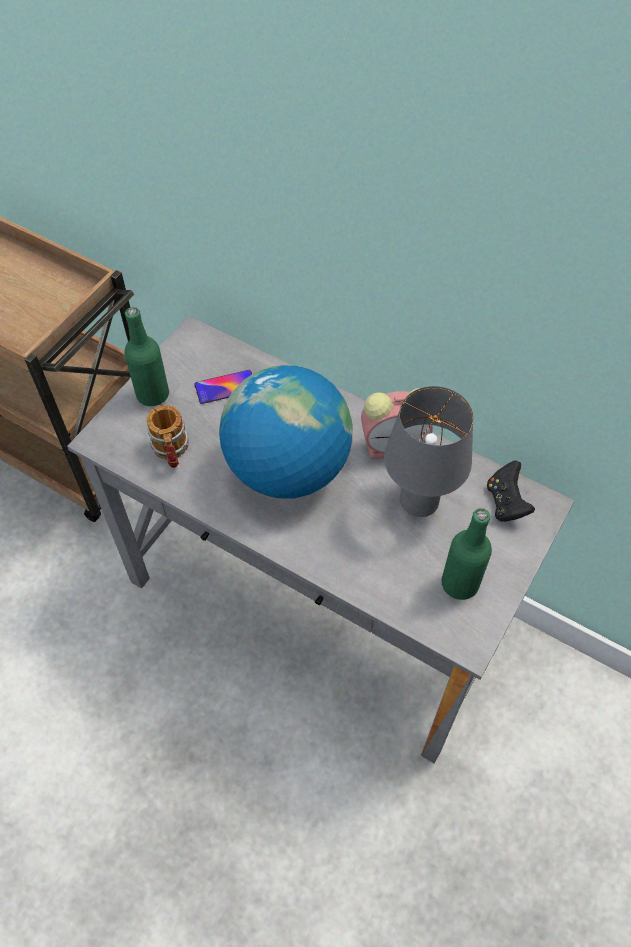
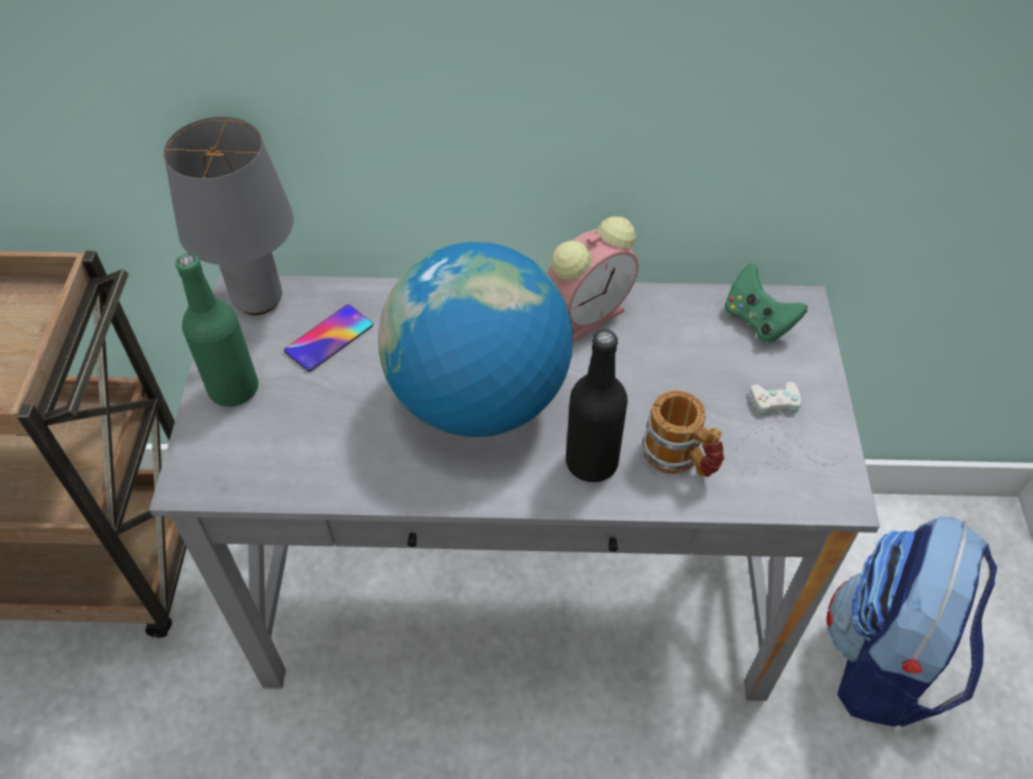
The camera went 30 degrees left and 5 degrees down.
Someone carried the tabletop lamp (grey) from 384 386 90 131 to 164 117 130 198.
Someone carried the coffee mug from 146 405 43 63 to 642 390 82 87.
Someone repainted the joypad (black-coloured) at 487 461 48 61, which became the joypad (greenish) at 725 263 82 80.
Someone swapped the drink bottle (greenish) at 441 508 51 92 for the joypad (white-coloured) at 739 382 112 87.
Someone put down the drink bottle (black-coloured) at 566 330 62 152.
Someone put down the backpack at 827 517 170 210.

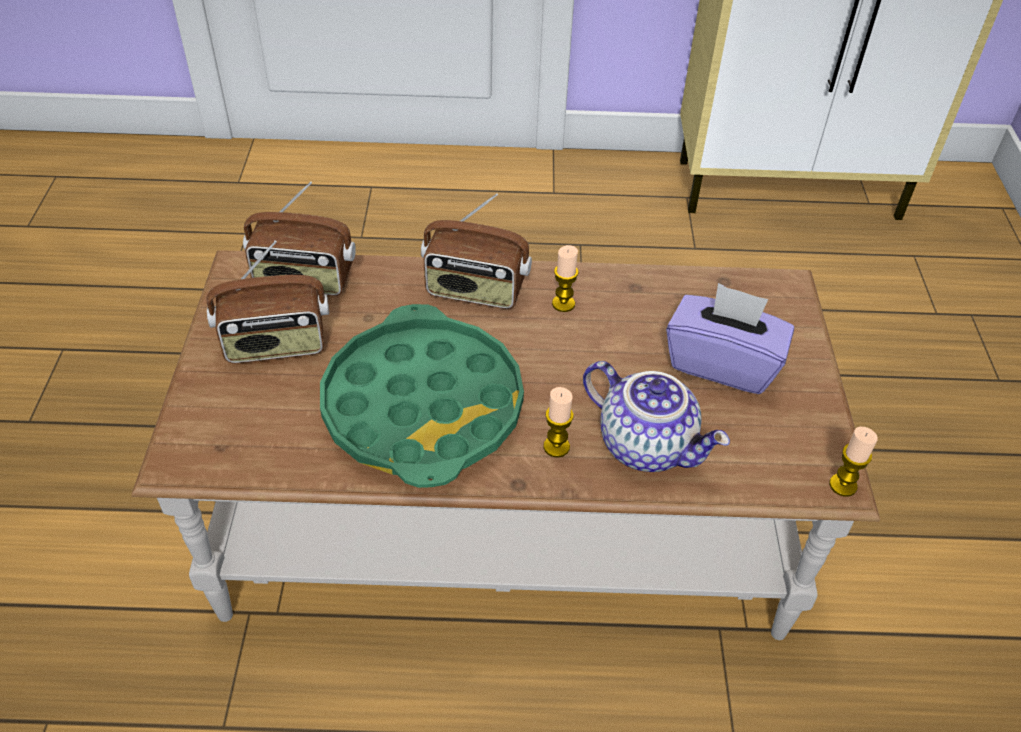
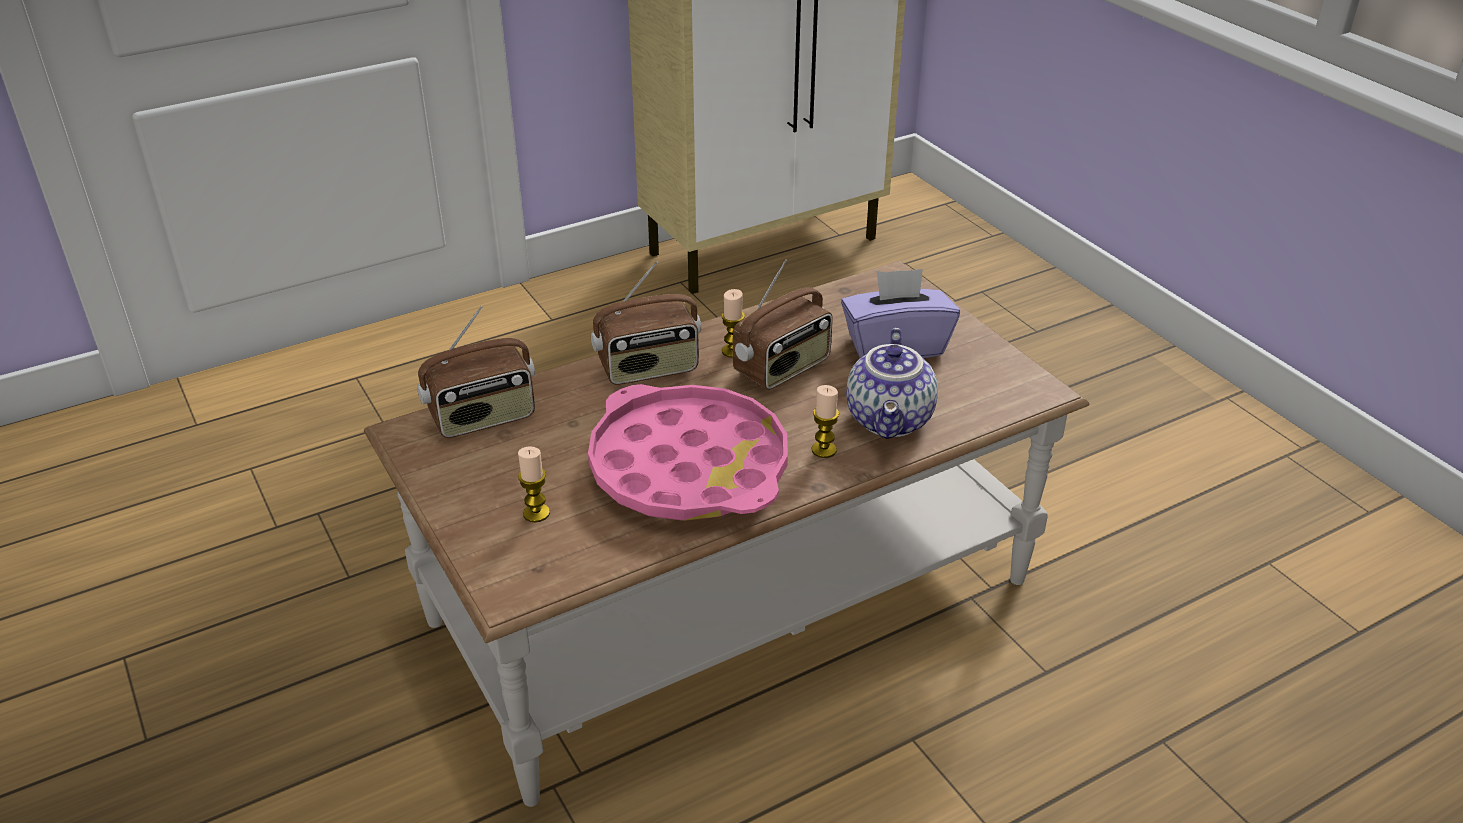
The camera went 30 degrees left and 10 degrees down.
Someone carried the radio from 207 240 122 123 to 733 259 99 131.
Someone repainted the tray (greenish) at 320 304 204 184, which became the tray (pinkish) at 588 384 200 137.
Someone rotated the teapot at 583 361 147 111 by 90 degrees clockwise.
Someone carried the wax candle from 829 427 49 70 to 518 446 32 77.

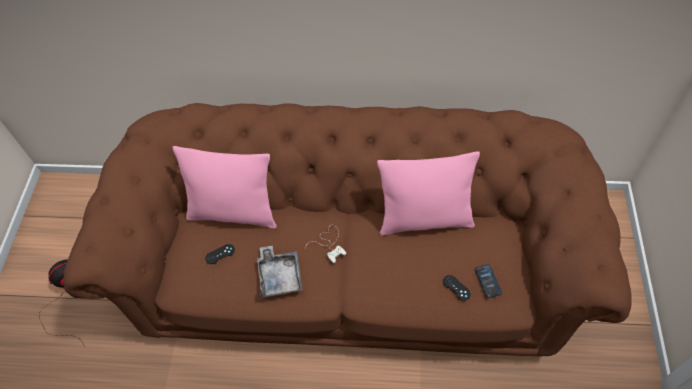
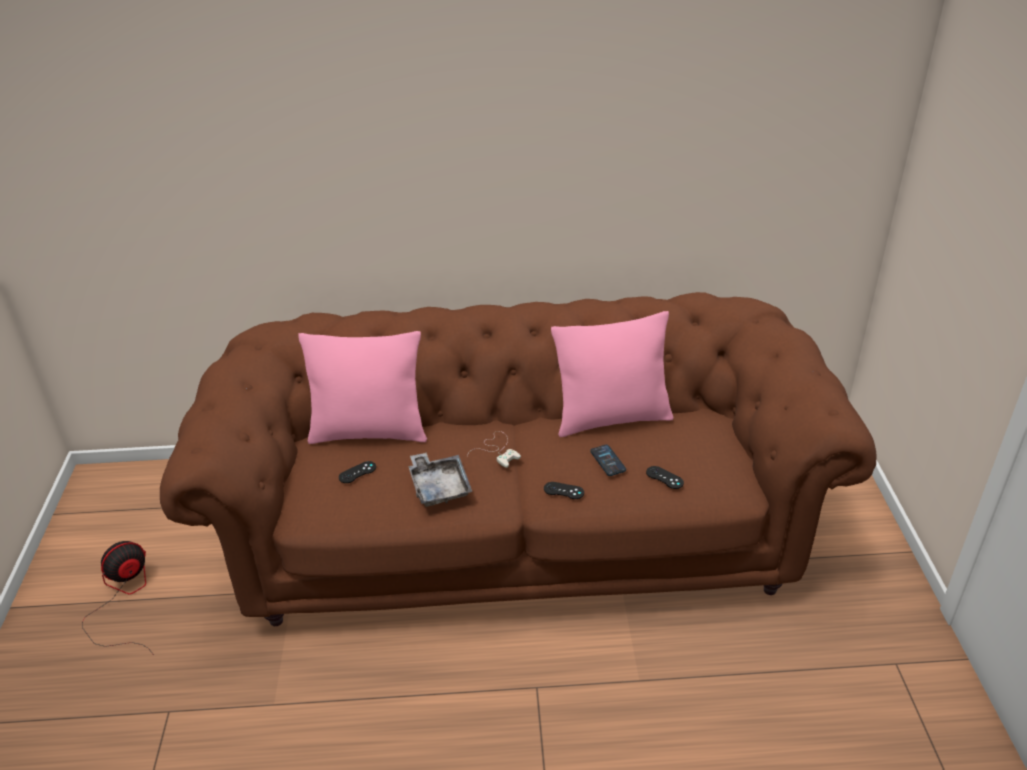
The camera went 10 degrees left and 20 degrees down.
Someone carried the phone from 475 264 27 34 to 590 445 36 31.
Someone put down the joypad (black-coloured) at 544 482 40 17.

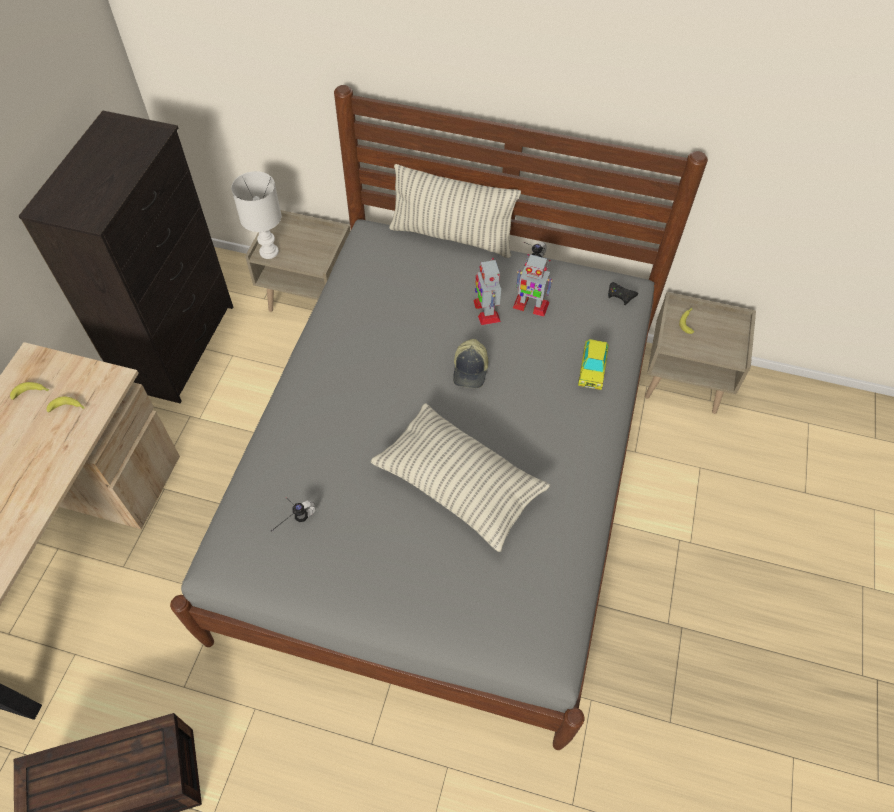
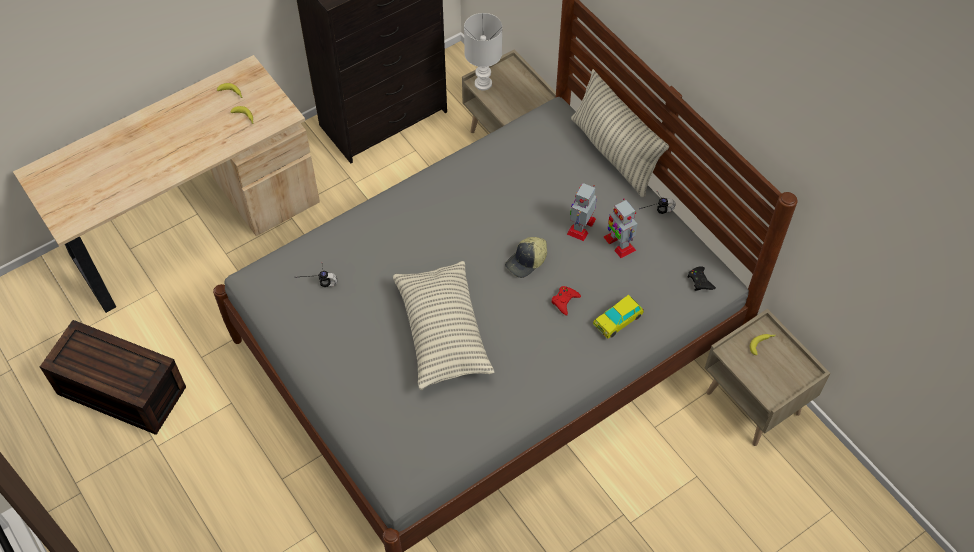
The camera went 40 degrees right and 0 degrees up.
Someone put down the joypad (red-coloured) at 551 286 30 30.

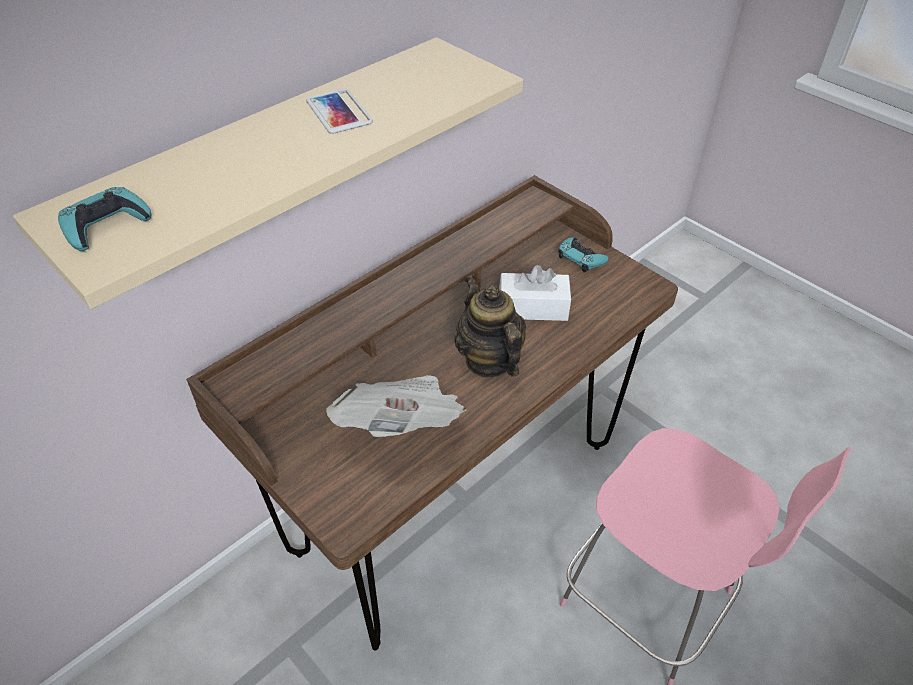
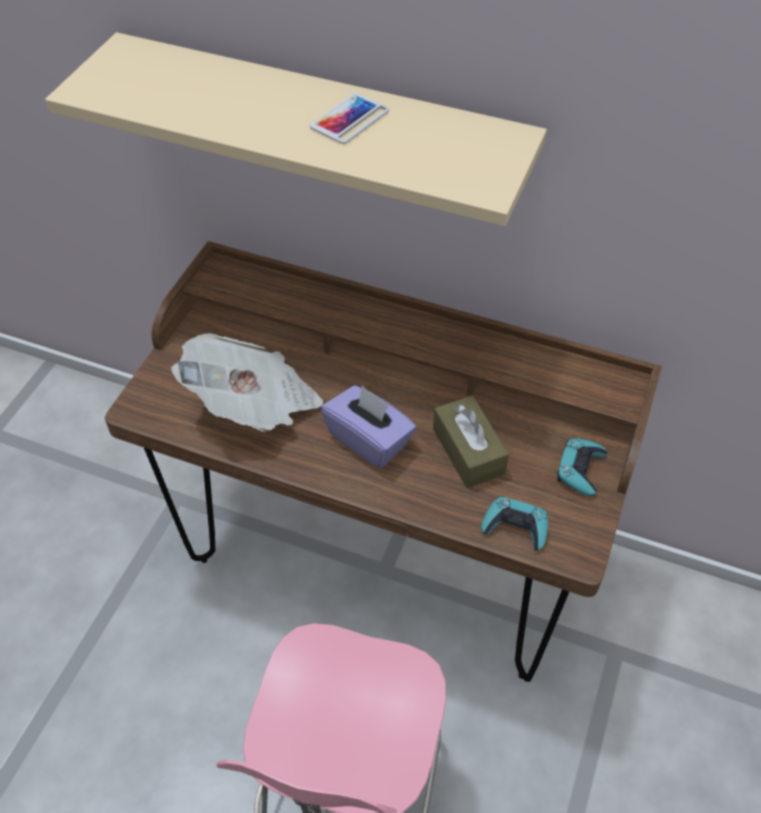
The camera went 65 degrees right and 5 degrees up.
Someone carried the joypad (turquoise) from 58 187 93 64 to 481 496 67 55.
Someone repainted the tissue holder (white-coloured) at 499 265 72 56, which became the tissue holder (brown-coloured) at 433 396 76 92.
Someone swapped the teapot at 454 275 72 103 for the tissue holder (purplish) at 321 385 95 84.

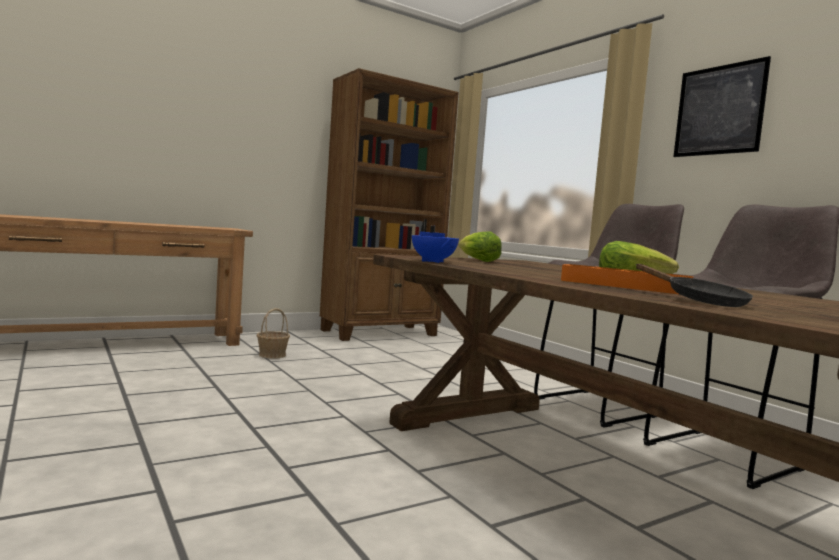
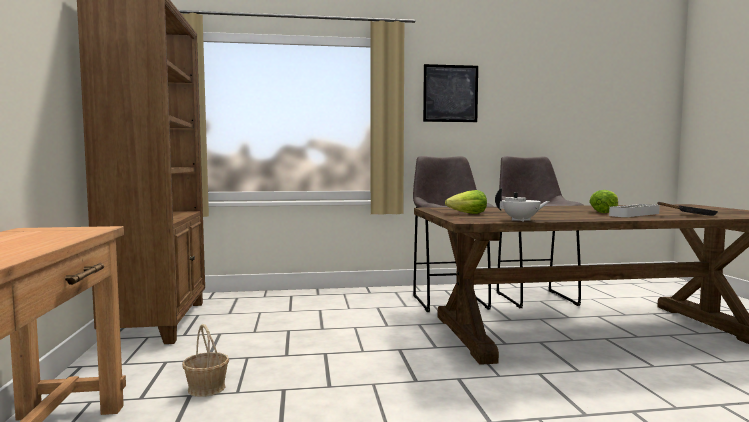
The camera went 65 degrees left and 0 degrees up.
Someone repainted the teapot (bluish) at 412 219 47 44, which became the teapot (white-coloured) at 495 188 55 34.
Someone repainted the tray (orange-coloured) at 561 264 132 30, which became the tray (grey) at 609 204 51 13.

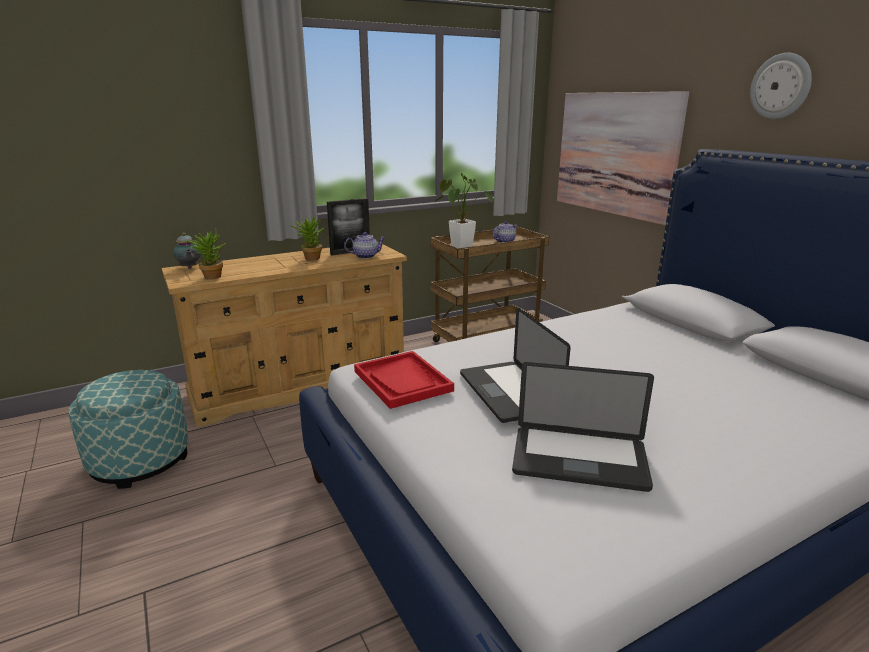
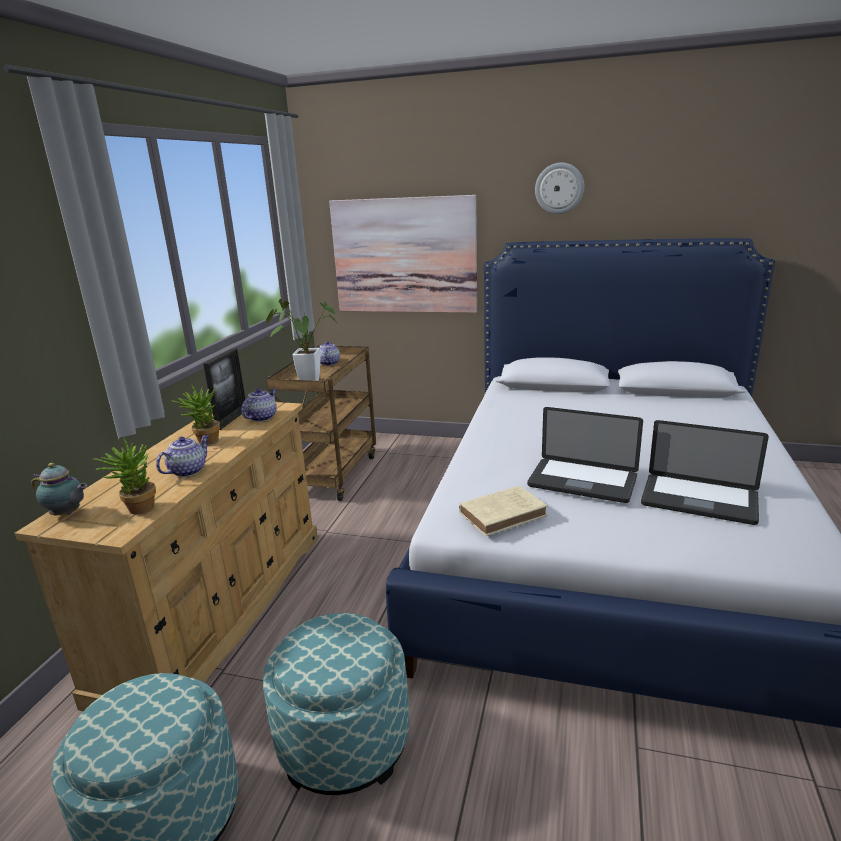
The camera went 45 degrees left and 0 degrees up.
Someone swapped the tray (red-coloured) at 354 351 100 58 for the bound book (beige) at 459 486 89 50.
Someone rotated the laptop at 512 362 142 130 by 60 degrees clockwise.
Someone put down the teapot at 156 435 53 42.
Someone put down the footrest at 263 613 146 182.

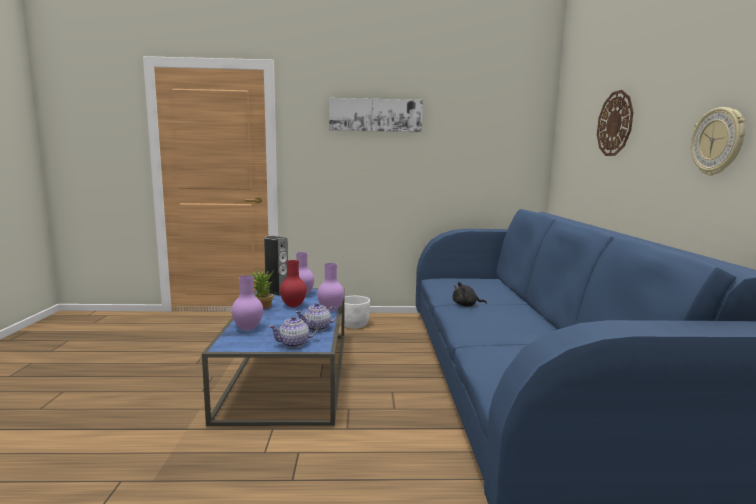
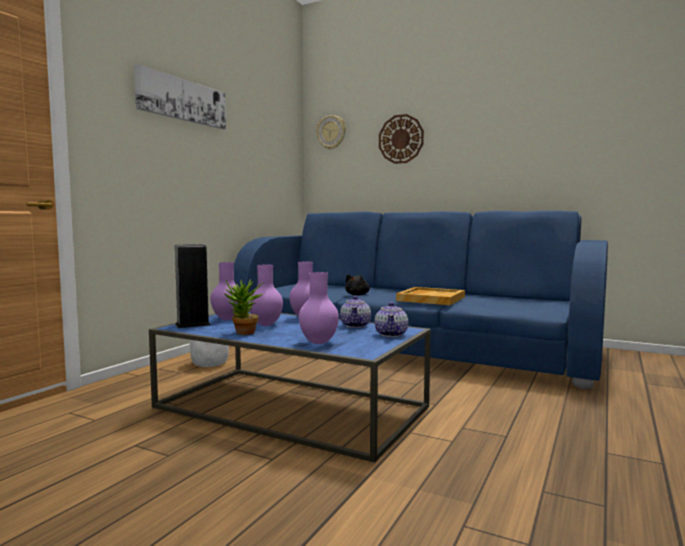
The camera went 60 degrees left and 5 degrees down.
Someone carried the clock on the wall from 691 107 54 69 to 316 115 30 35.
Someone repainted the decorative vase (red-coloured) at 280 260 27 47, which became the decorative vase (purplish) at 248 265 35 61.
Someone put down the tray (beige) at 396 287 69 18.

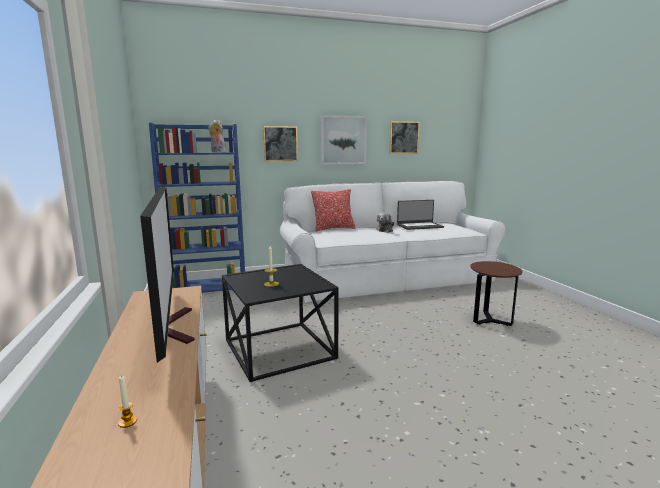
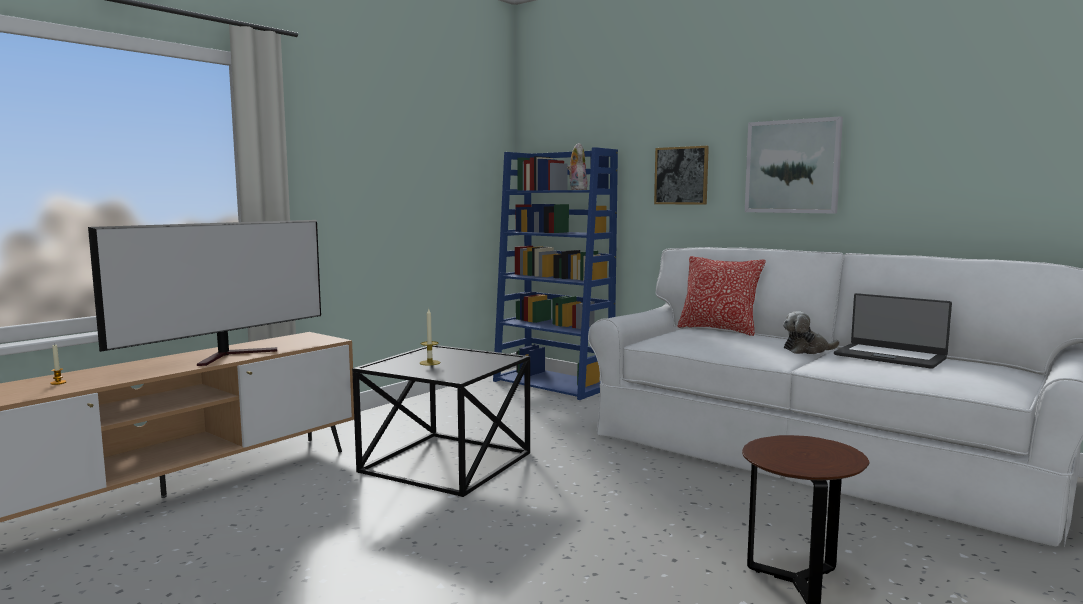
The camera went 55 degrees right and 5 degrees down.
Someone took away the wall art at 389 121 31 33.

